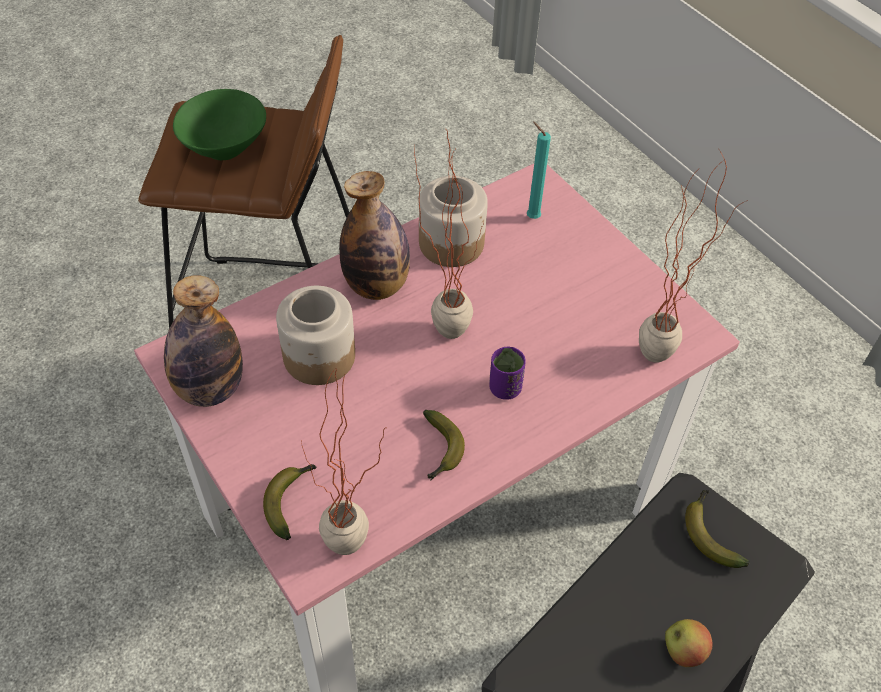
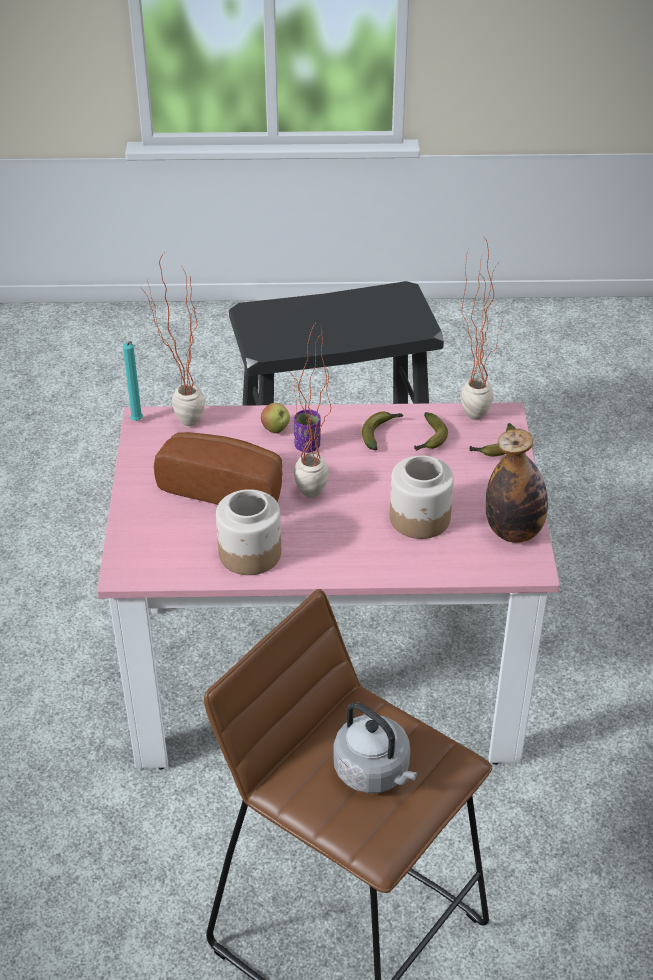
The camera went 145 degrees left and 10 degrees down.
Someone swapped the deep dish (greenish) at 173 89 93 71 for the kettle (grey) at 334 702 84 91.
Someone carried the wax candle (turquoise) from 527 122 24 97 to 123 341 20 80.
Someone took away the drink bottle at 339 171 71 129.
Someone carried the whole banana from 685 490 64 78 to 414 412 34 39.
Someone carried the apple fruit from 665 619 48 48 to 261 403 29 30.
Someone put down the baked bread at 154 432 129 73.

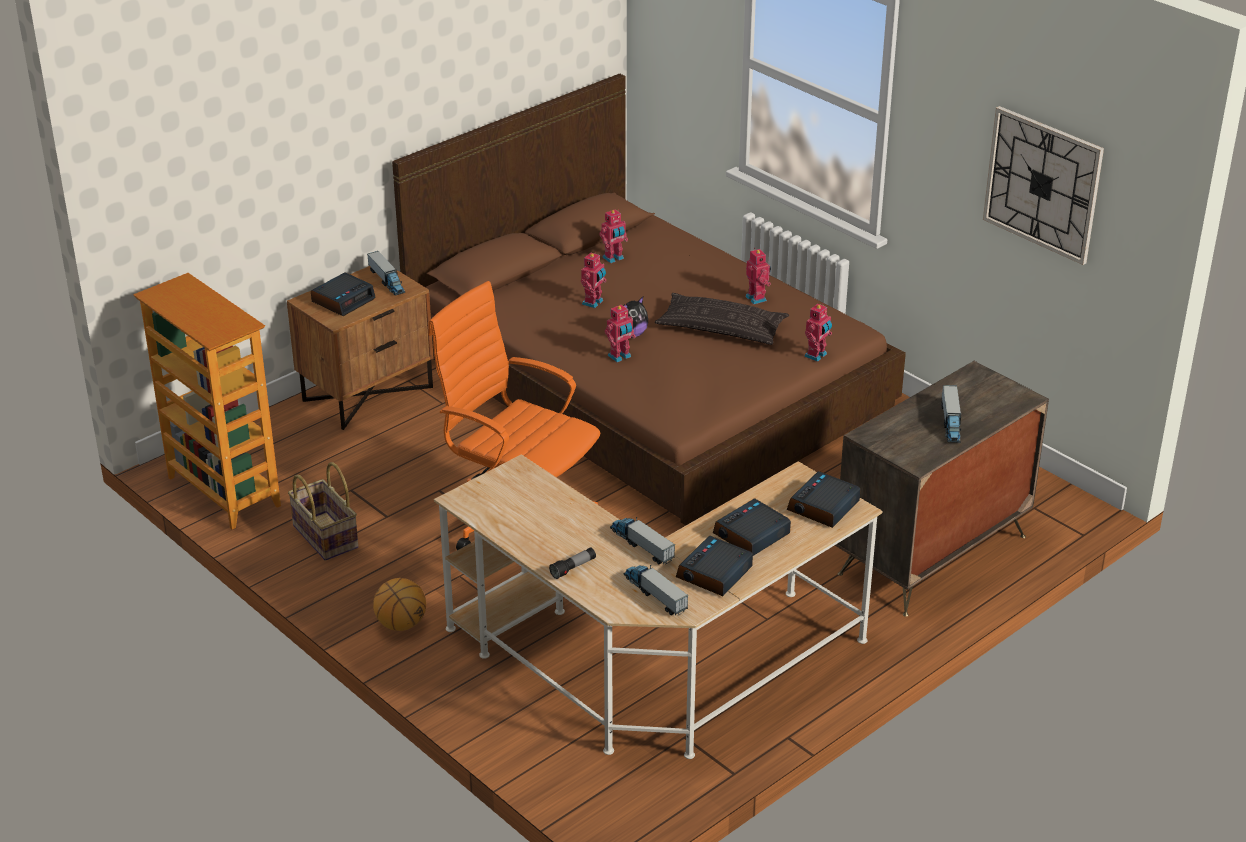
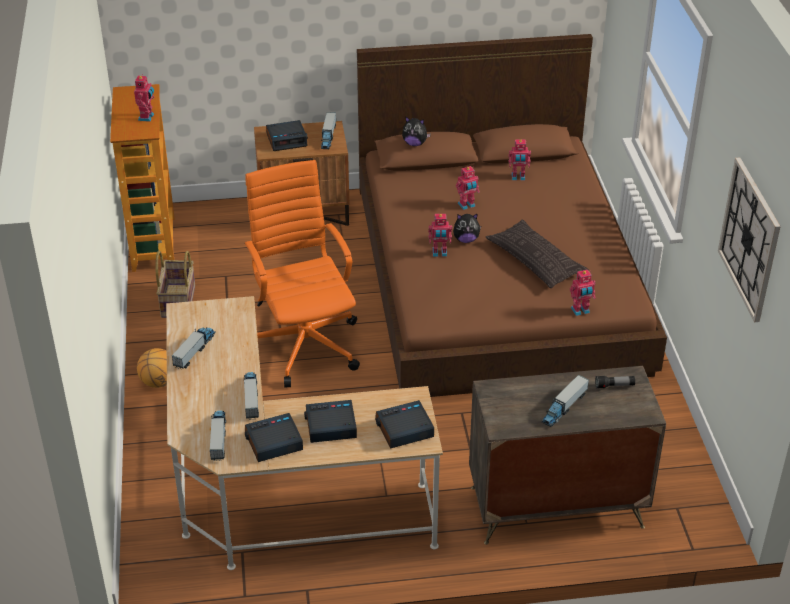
The camera went 35 degrees right and 5 degrees up.
Someone carried the robot figure from 745 248 26 56 to 134 74 20 48.
Someone carried the torch from 549 547 47 32 to 595 376 40 12.
Someone put down the cuddly toy at 402 117 29 29.
Someone put down the toy lorry at 172 328 44 41.

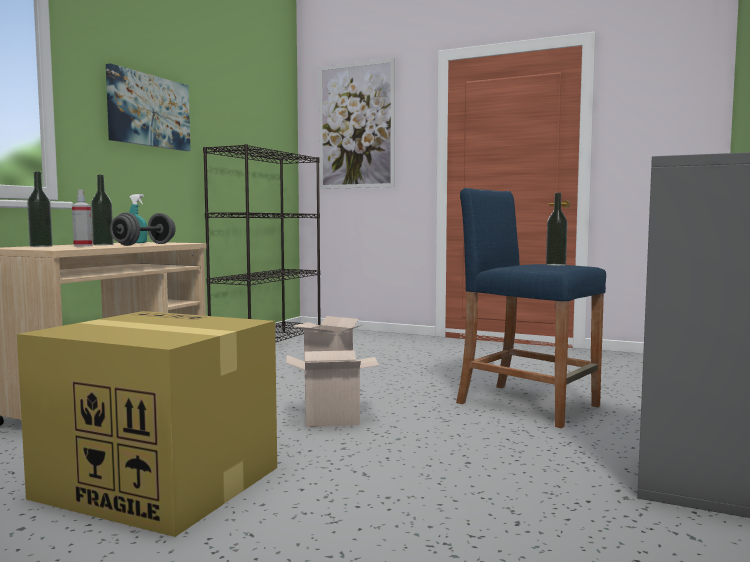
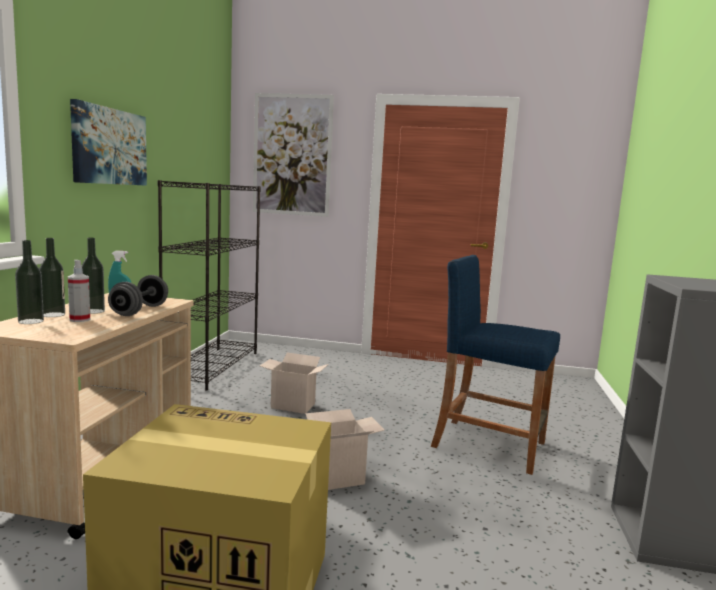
The camera went 15 degrees left and 5 degrees up.
Someone carried the drink bottle from 546 193 21 73 to 39 238 26 79.

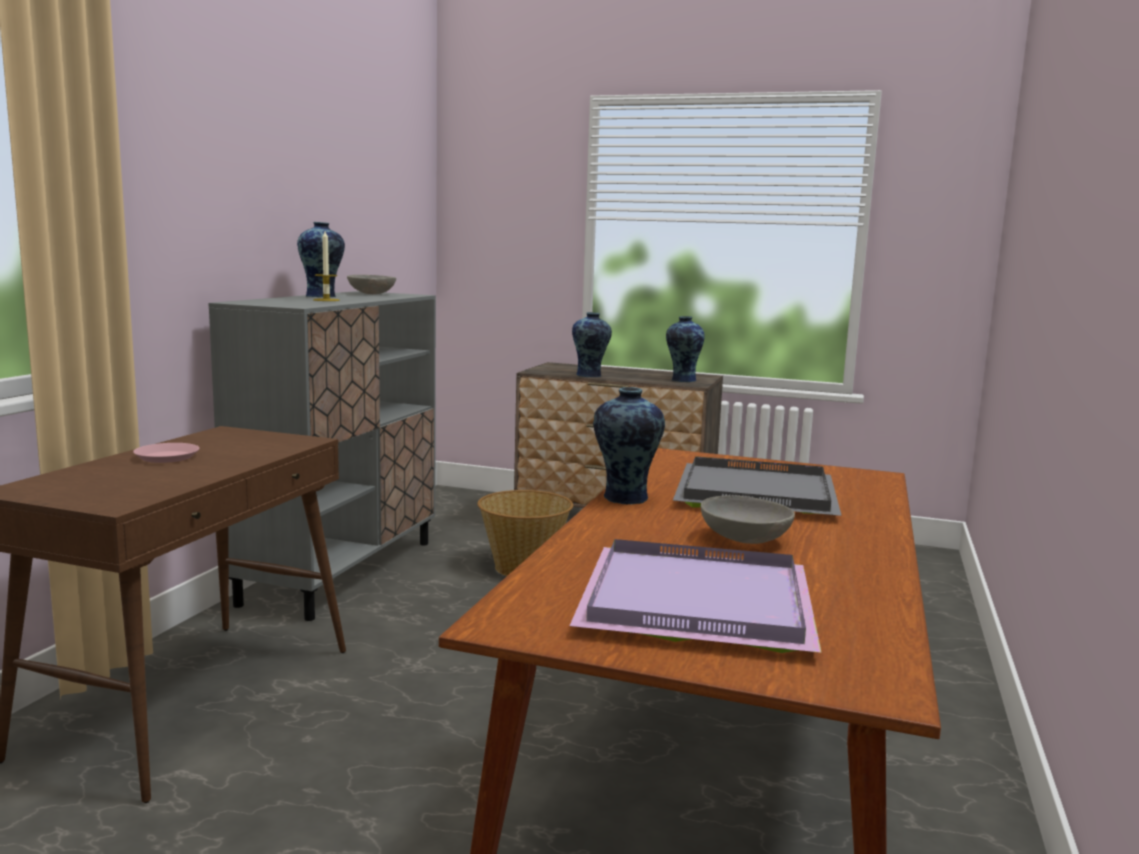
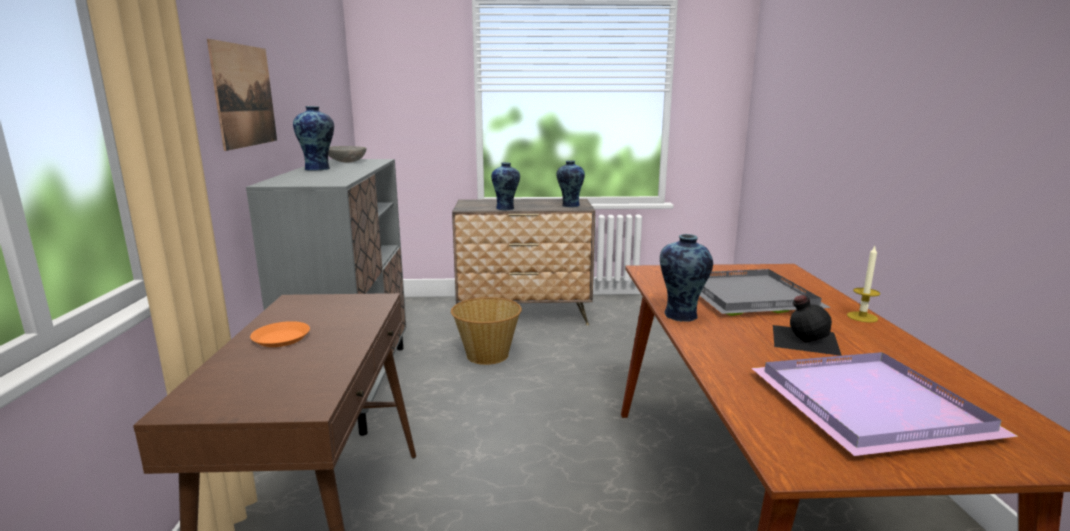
The camera went 20 degrees left and 5 degrees up.
Someone carried the wax candle from 313 231 27 70 to 847 246 34 77.
Someone repainted the dinner plate (pinkish) at 133 443 66 20, which became the dinner plate (orange-coloured) at 250 321 60 26.
Someone swapped the deep dish (grey) at 700 495 95 49 for the drink bottle (black-coloured) at 773 295 69 61.
Someone put up the wall art at 207 39 70 112.

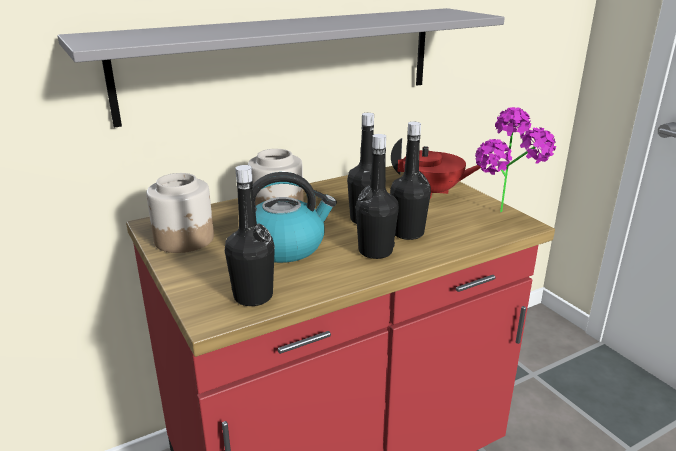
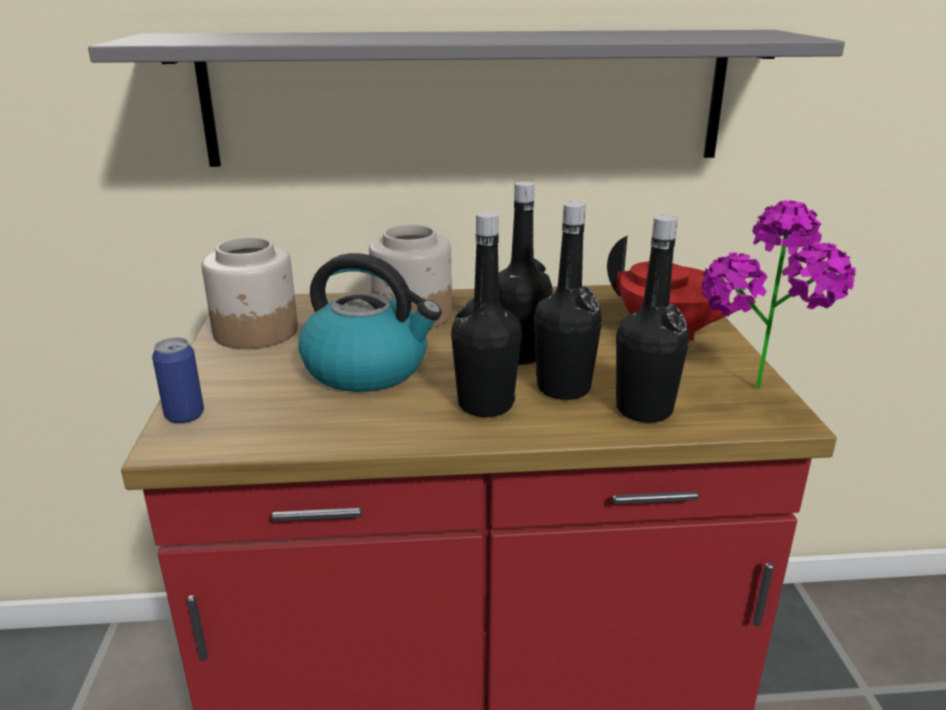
The camera went 25 degrees right and 0 degrees up.
Someone carried the drink bottle (black-coloured) from 225 165 50 141 to 616 215 73 208.
Someone put down the metal can at 152 337 52 87.

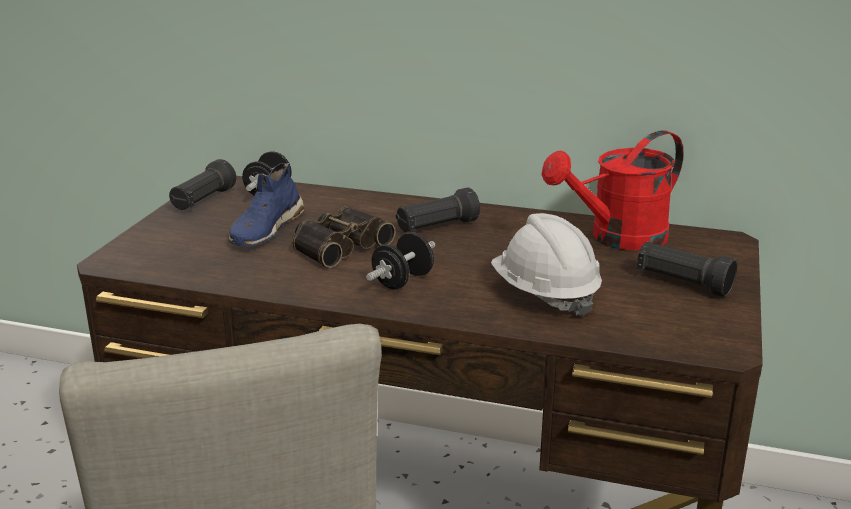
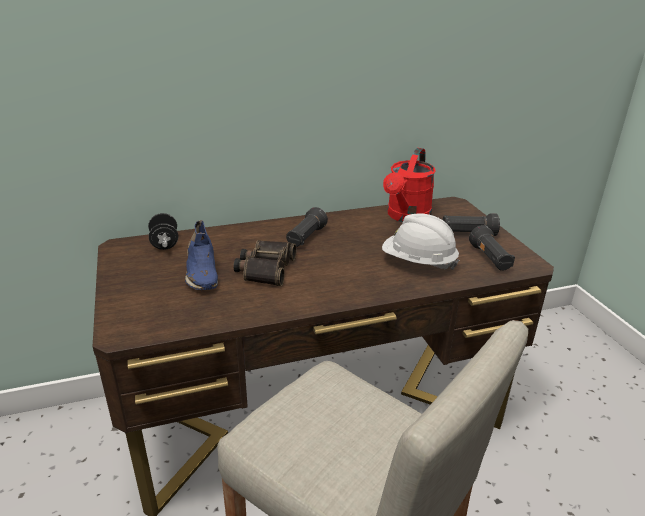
The camera went 35 degrees left and 5 degrees up.
Someone carried the torch (black-coloured) from 169 159 67 51 to 469 225 46 46.
Someone took away the free weight (black-coloured) at 366 232 69 57.

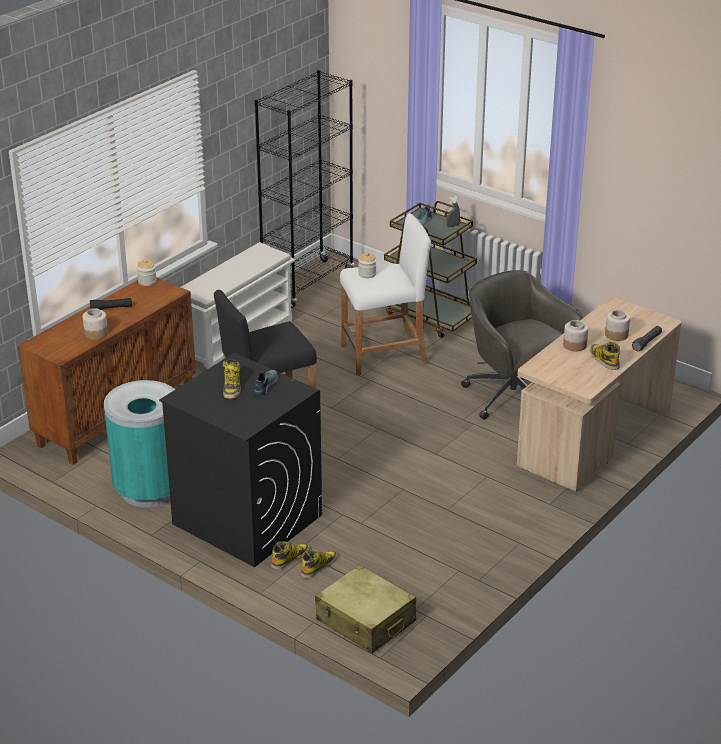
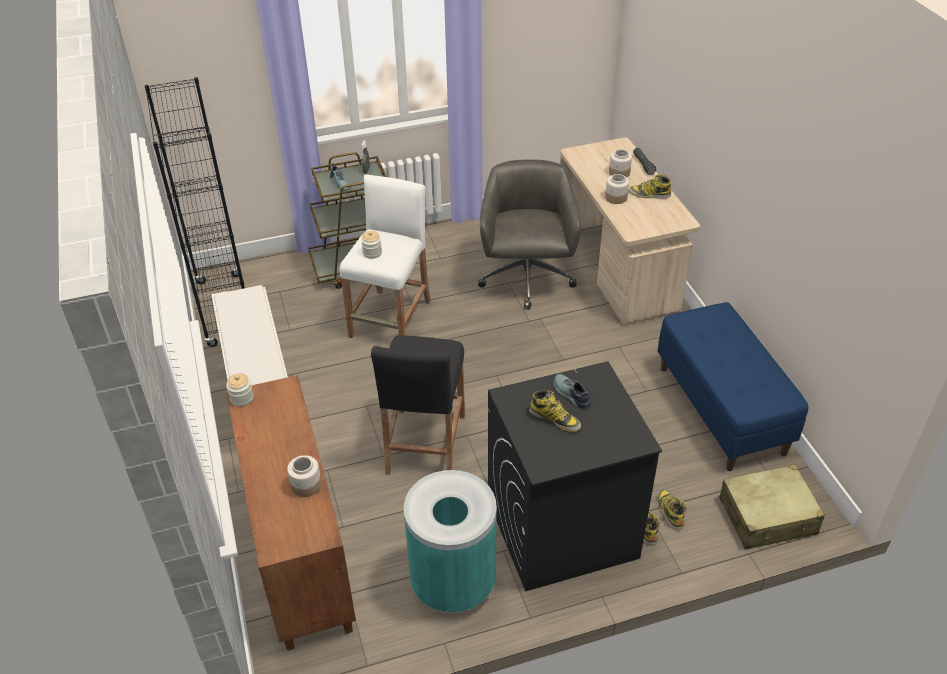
The camera went 55 degrees left and 10 degrees up.
Someone rotated the computer chair (grey) at 461 270 123 150 by 90 degrees clockwise.
Someone took away the torch (black-coloured) at 90 298 42 12.
Someone put down the long seat (bluish) at 657 302 151 169.

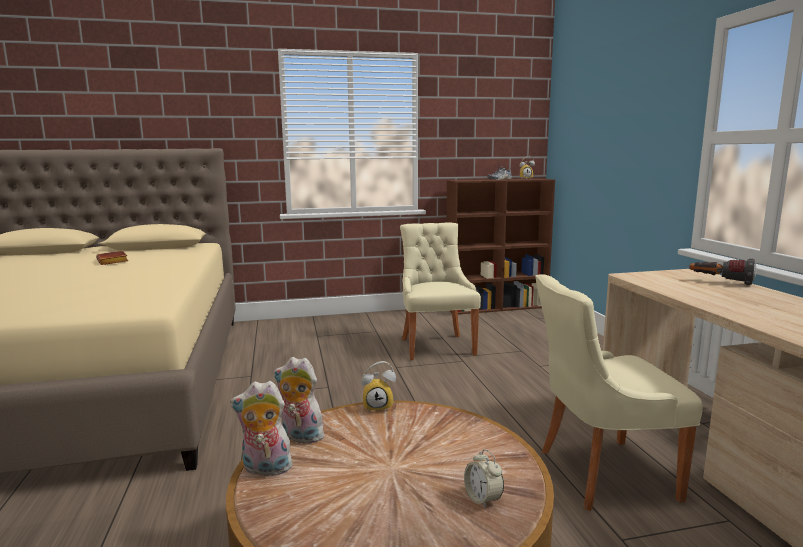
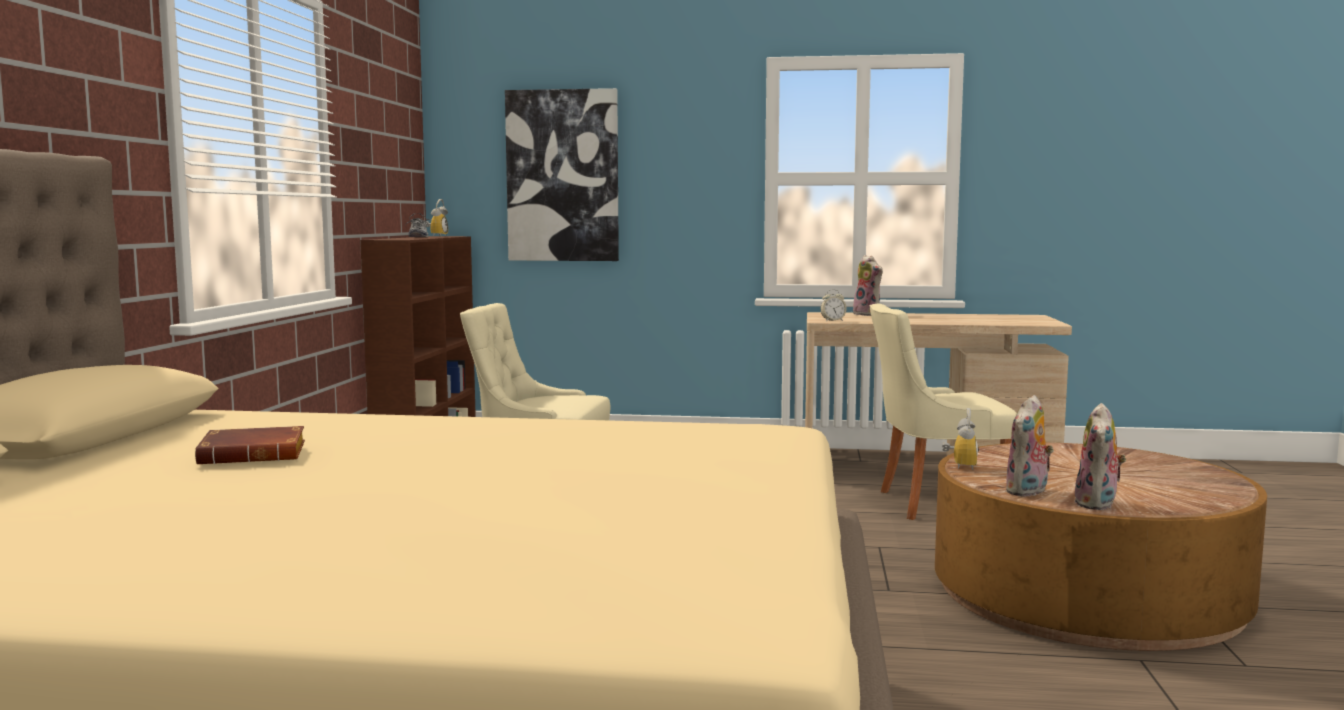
The camera went 70 degrees left and 5 degrees down.
Someone swapped the torch at 689 258 68 27 for the cuddly toy at 851 255 32 61.
Someone rotated the chair (beige) at 535 274 168 237 by 75 degrees clockwise.
Someone carried the alarm clock from 464 449 40 60 to 820 289 27 32.
Someone put up the wall art at 505 88 114 173.

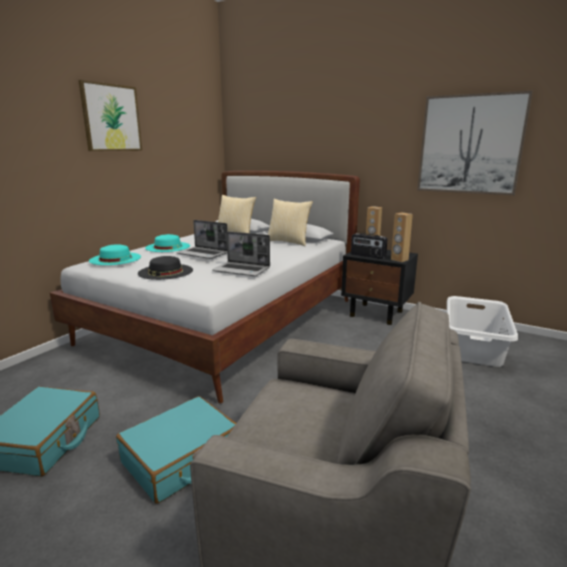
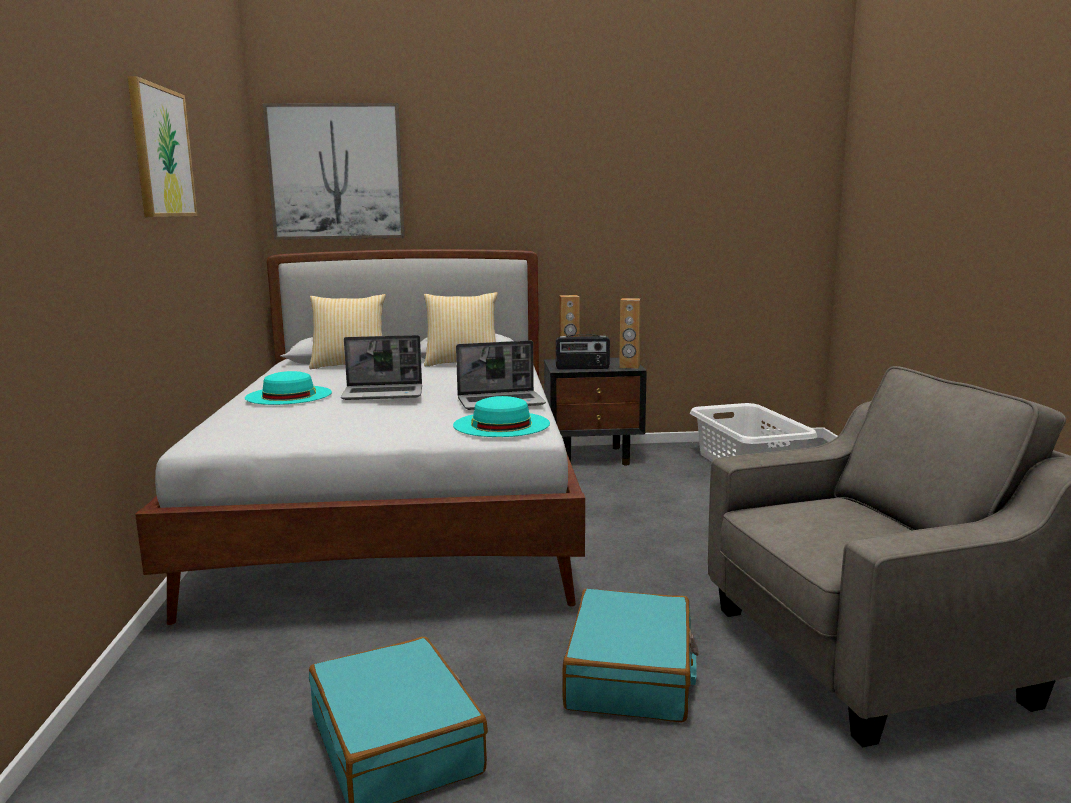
The camera went 35 degrees left and 5 degrees down.
Someone carried the wall art from 417 91 116 104 to 263 103 142 137.
Someone carried the hat (turquoise) from 89 244 52 21 to 453 396 97 41.
Someone took away the hat (black-coloured) at 138 256 55 24.

